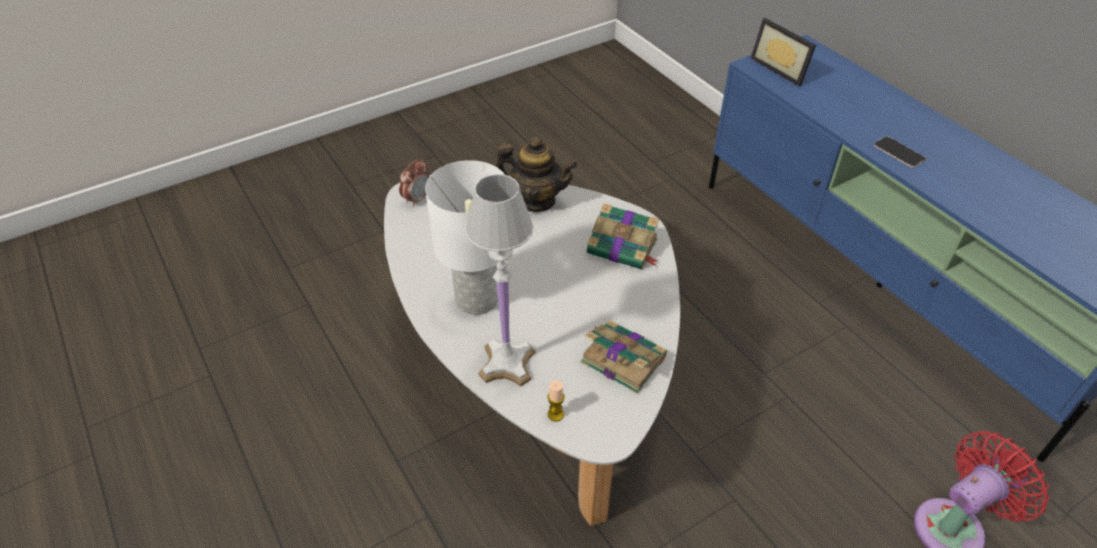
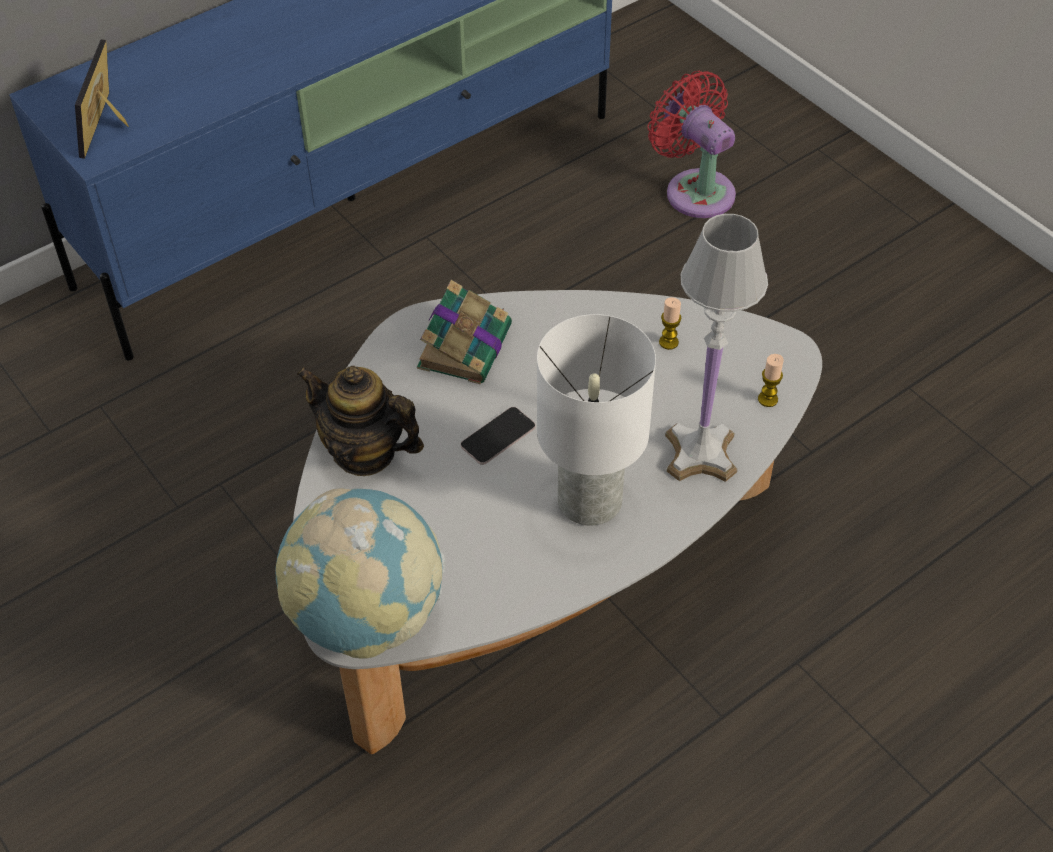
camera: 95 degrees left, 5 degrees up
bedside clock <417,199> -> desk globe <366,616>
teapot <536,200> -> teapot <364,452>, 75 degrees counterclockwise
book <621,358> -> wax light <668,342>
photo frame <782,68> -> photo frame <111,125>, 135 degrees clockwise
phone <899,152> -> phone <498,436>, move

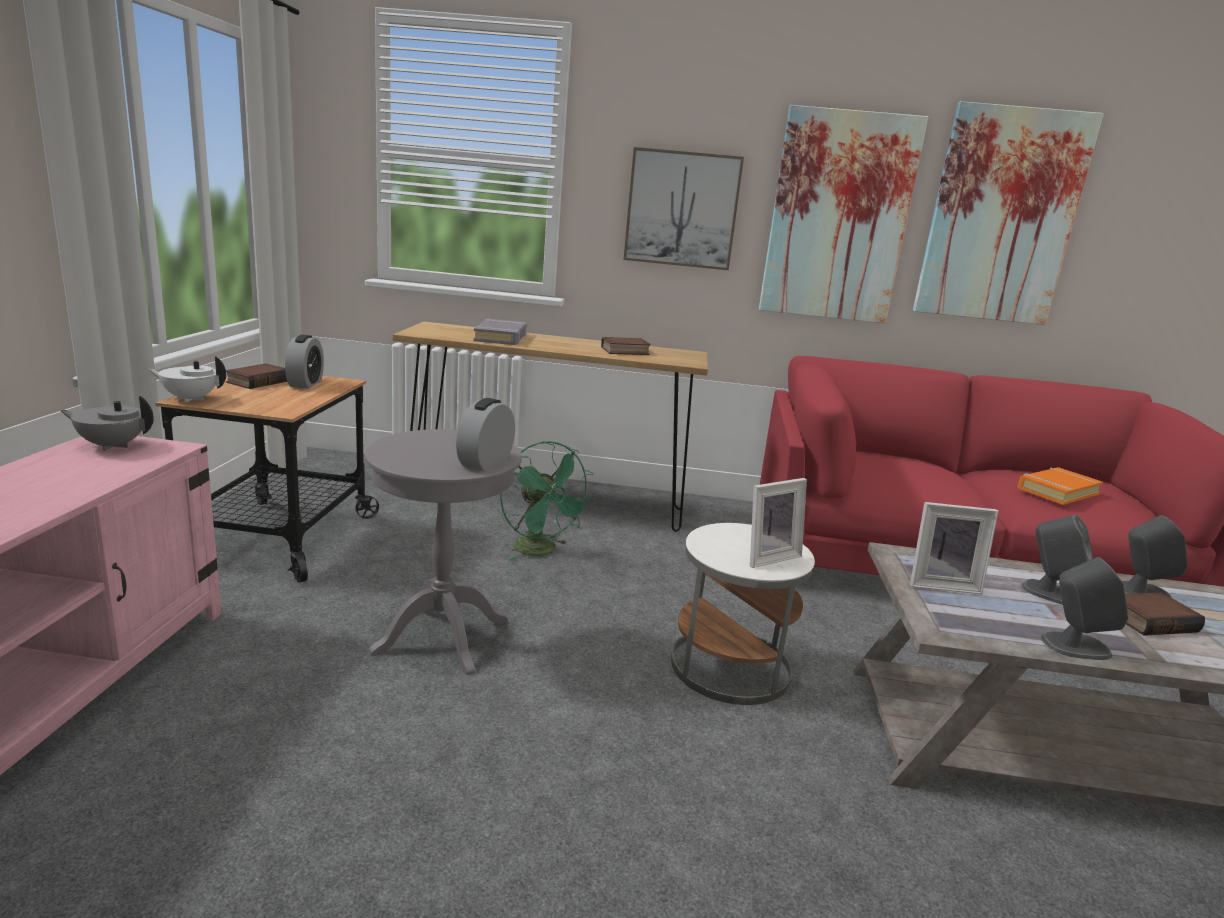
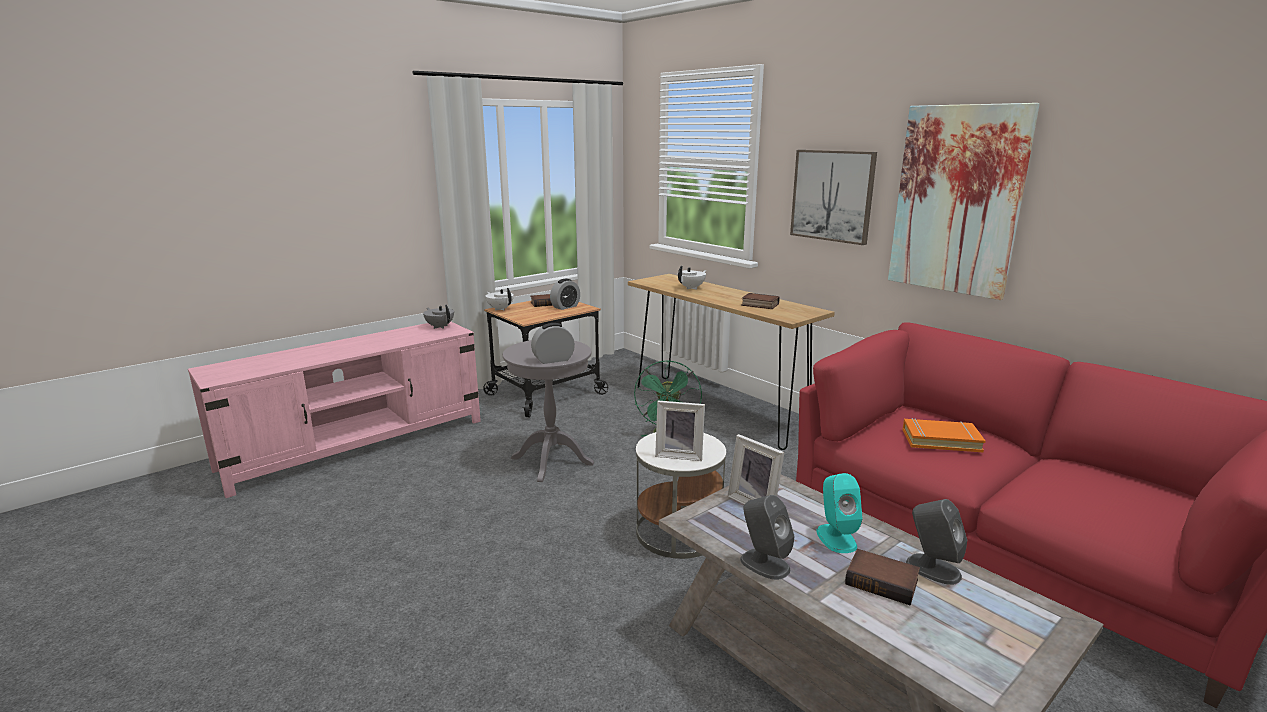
camera: 45 degrees right, 0 degrees up
book (grey) <501,337> -> teapot (white-coloured) <691,288>
wall art <1001,217> -> none
book (orangey) <1057,491> -> book (orangey) <941,440>, move
audio speaker (grey) <1051,593> -> audio speaker (turquoise) <836,538>

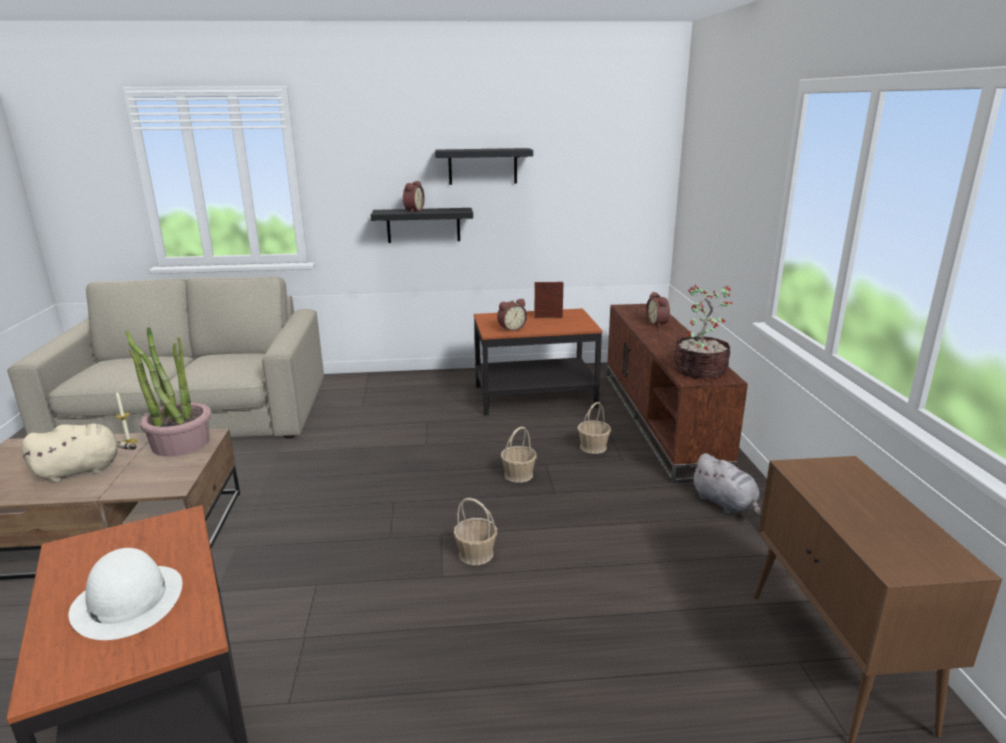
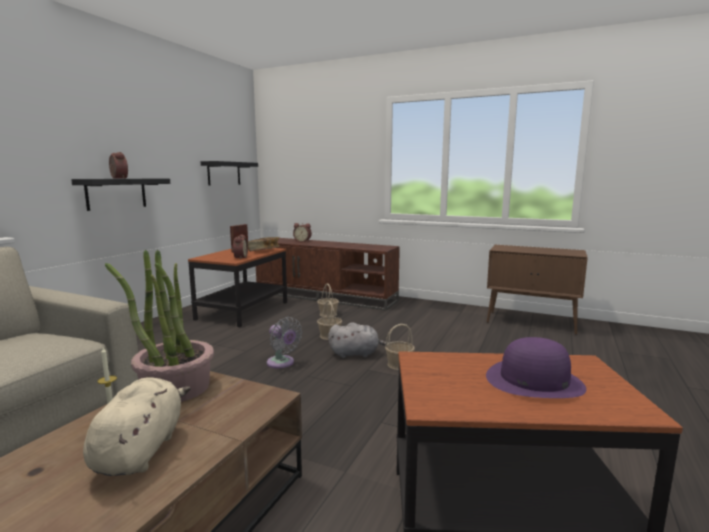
camera: 60 degrees left, 10 degrees down
clothing hat (white-coloured) <128,600> -> clothing hat (purplish) <534,381>
shelf (black) <482,166> -> shelf (black) <224,173>, move
plant in a pot <699,371> -> none
plush toy (grey) <725,504> -> plush toy (grey) <356,354>, move
none -> book <264,251>
none -> electric fan (grey) <282,363>

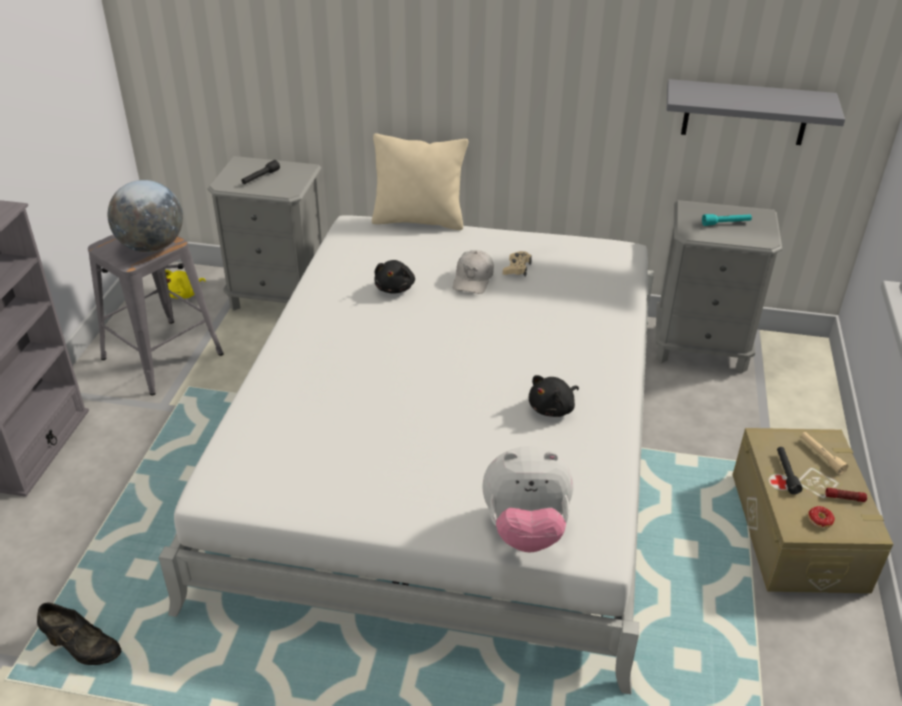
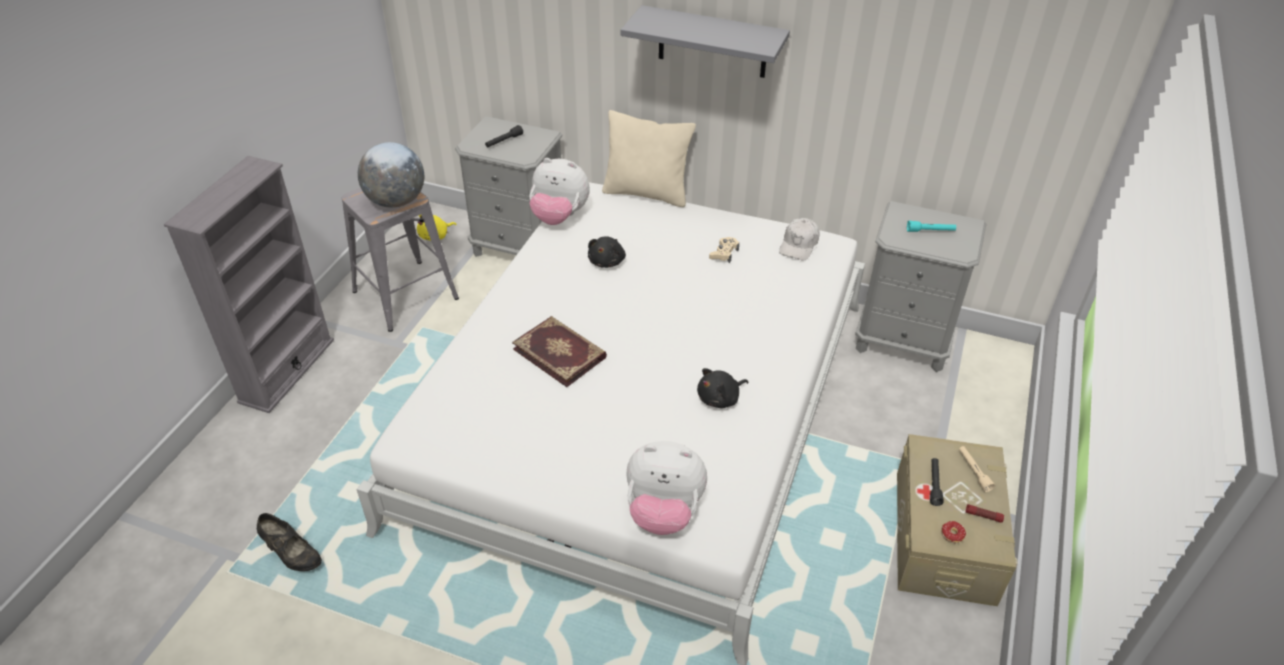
camera: 10 degrees right, 5 degrees up
cap (white-coloured) <473,279> -> cap (white-coloured) <799,245>, move
shelf (grey) <745,112> -> shelf (grey) <712,42>, move
none -> book <560,352>
none -> plush toy <559,217>

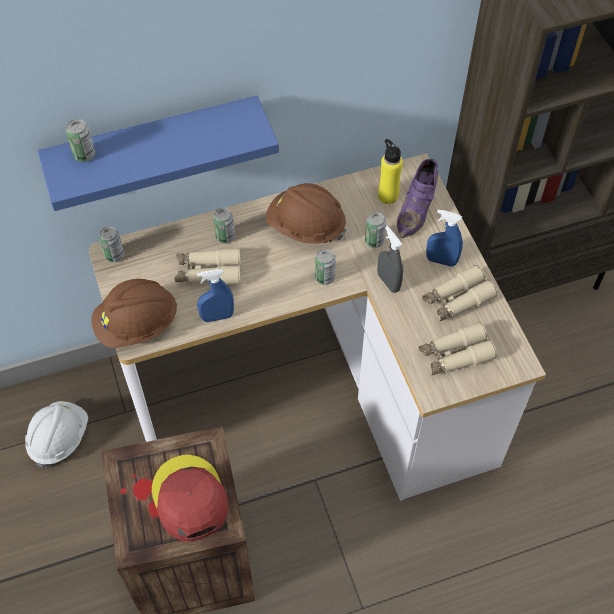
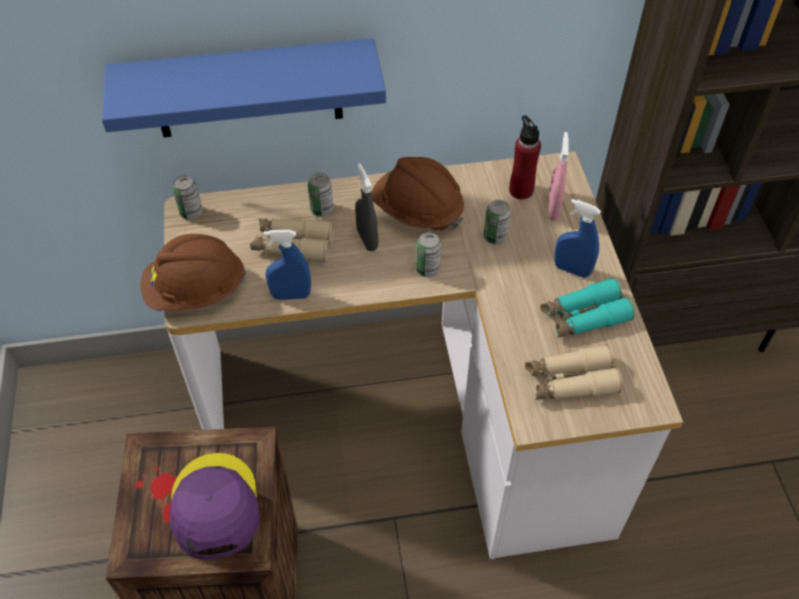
camera: 10 degrees right, 5 degrees down
hard hat (white-coloured) <59,438> -> none
can <84,155> -> none
cap (red-coloured) <189,499> -> cap (purplish) <214,507>
spray bottle (grey) <388,282> -> spray bottle (grey) <367,240>, move
drink bottle (yellow-coloured) <388,195> -> drink bottle (red-coloured) <521,190>
shoe (purplish) <417,209> -> spray bottle (pink-coloured) <553,209>
field glasses (beige-coloured) <457,299> -> field glasses (turquoise) <584,316>

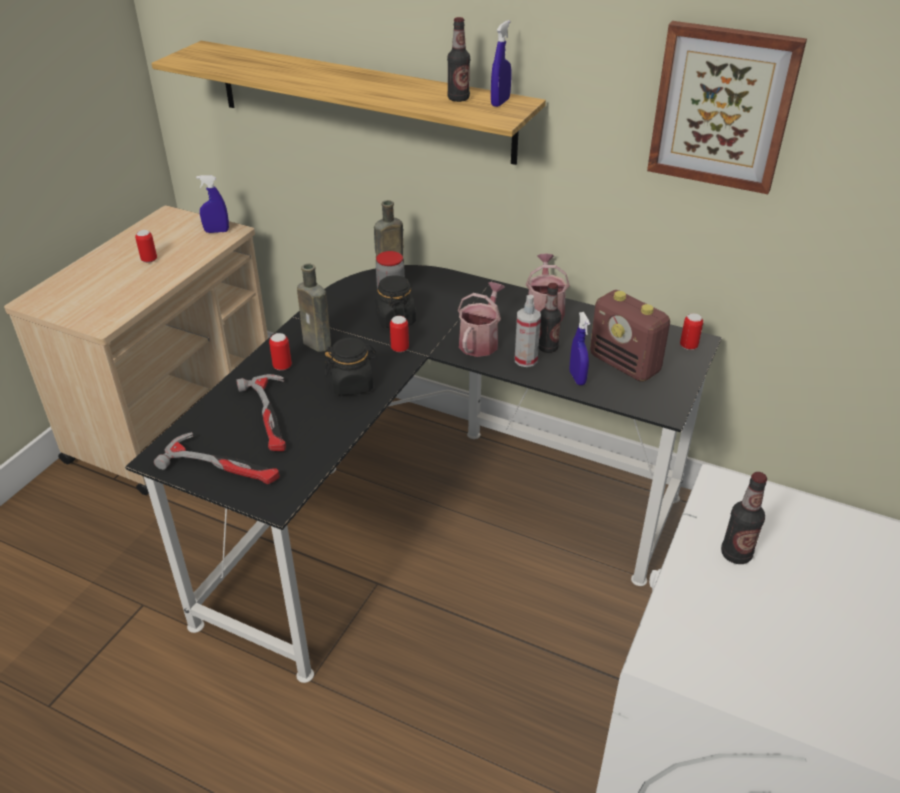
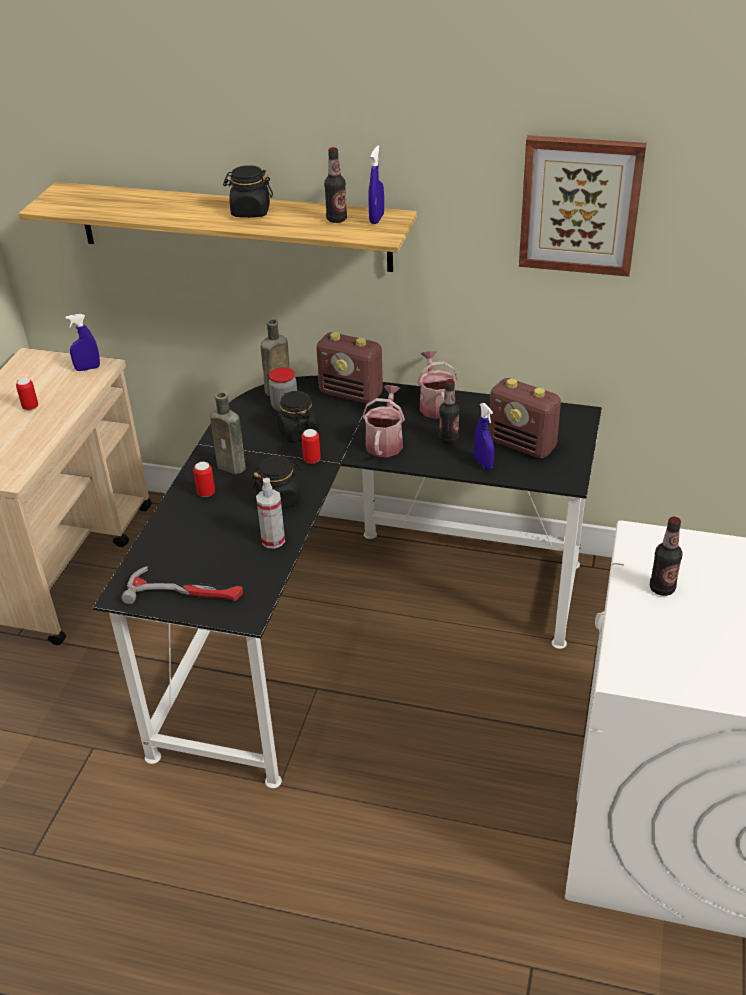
camera: 10 degrees left, 0 degrees up
hand hammer <271,416> -> none
spray bottle <525,360> -> spray bottle <273,540>, move
can <688,346> -> none
none -> jar (black) <250,212>
none -> radio <352,394>

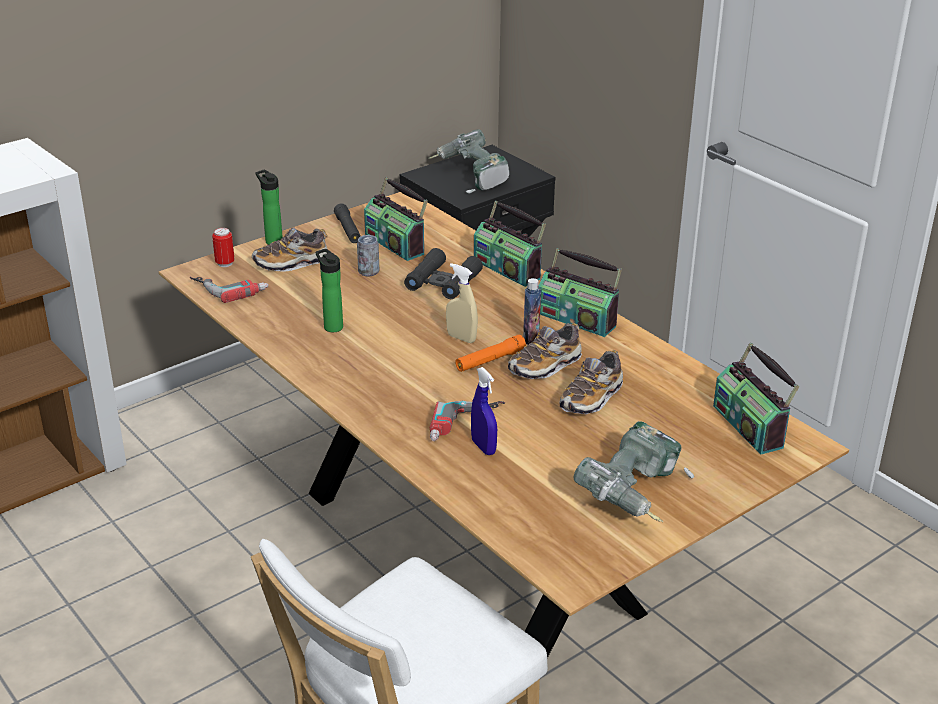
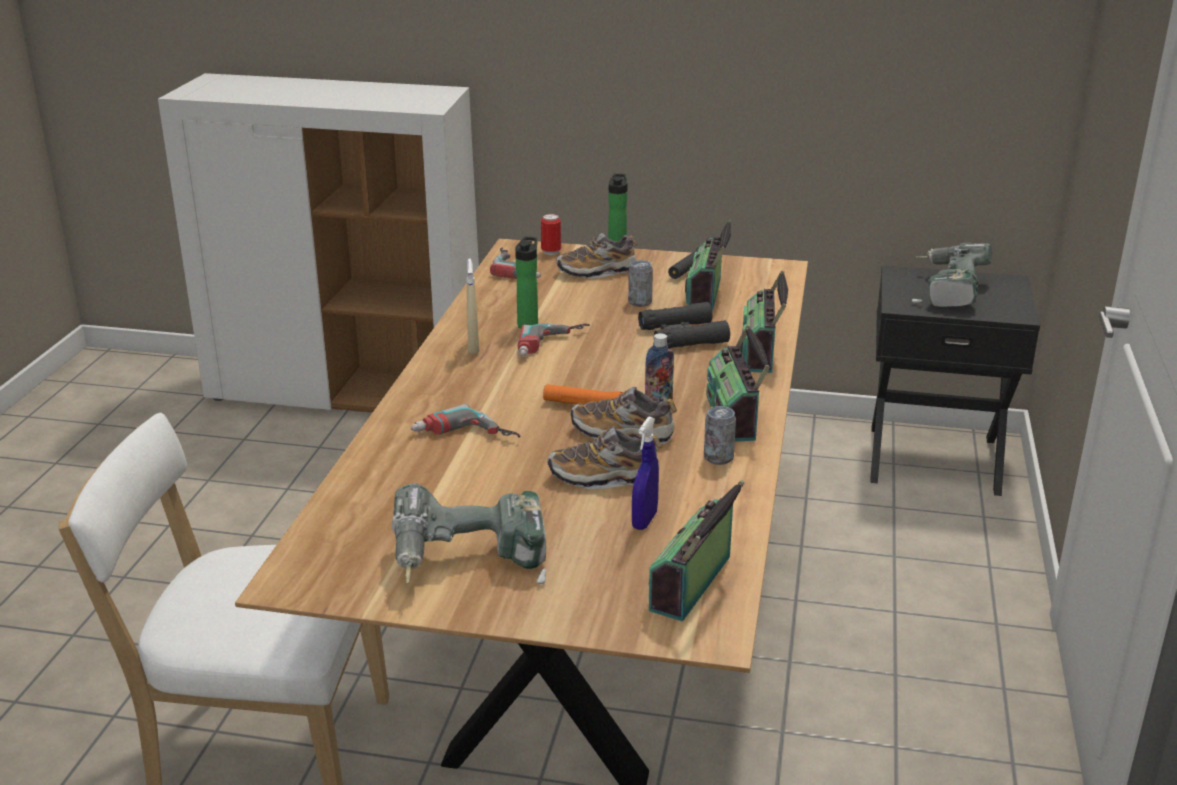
camera: 50 degrees right, 5 degrees down
shoe <291,263> -> shoe <597,271>, 45 degrees counterclockwise
spray bottle (beige-coloured) <461,338> -> spray bottle (beige-coloured) <473,348>, move
spray bottle (blue) <483,447> -> spray bottle (blue) <644,520>, move
none -> drill <554,346>
none -> can <718,458>

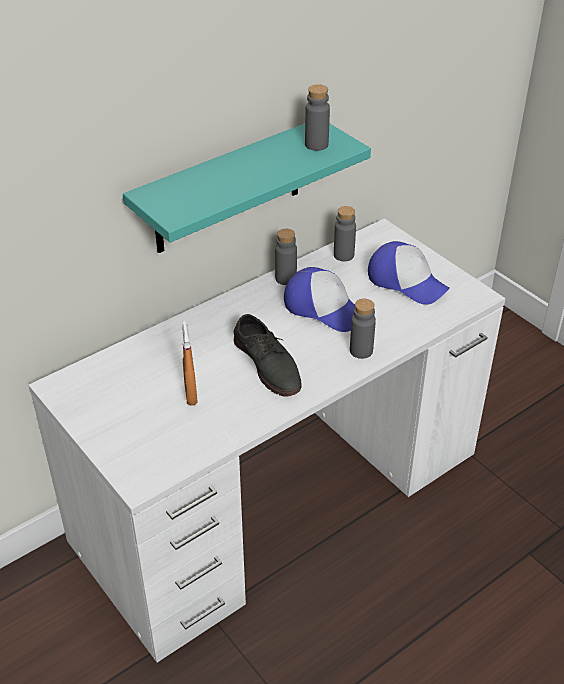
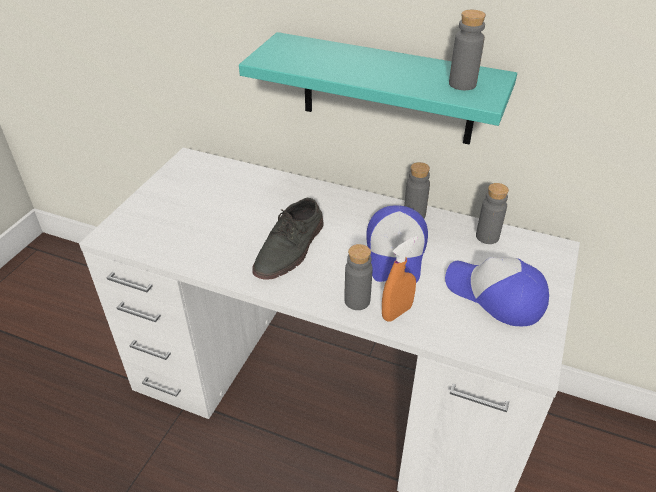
camera: 60 degrees right, 0 degrees up
spray bottle (orangey) <191,395> -> spray bottle (orangey) <396,312>, move
cap <406,281> -> cap <495,295>, 120 degrees clockwise

